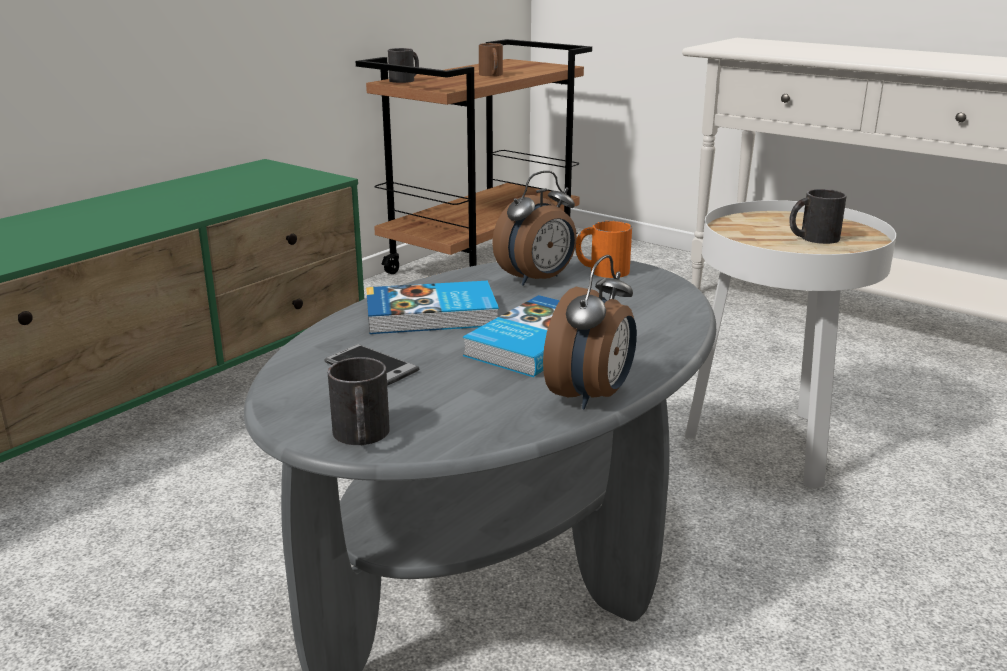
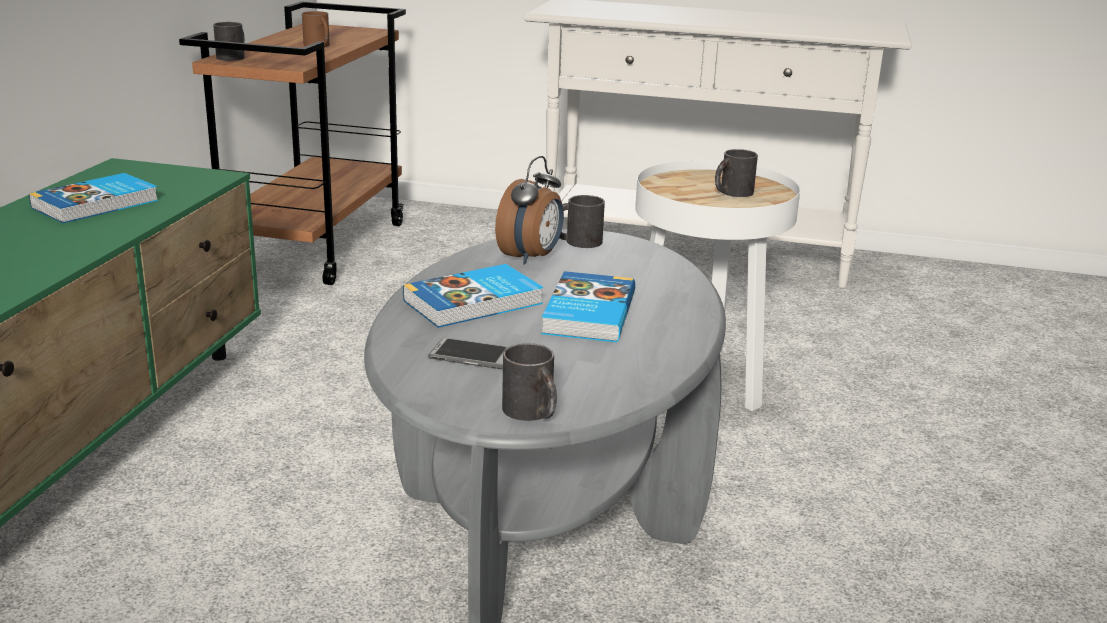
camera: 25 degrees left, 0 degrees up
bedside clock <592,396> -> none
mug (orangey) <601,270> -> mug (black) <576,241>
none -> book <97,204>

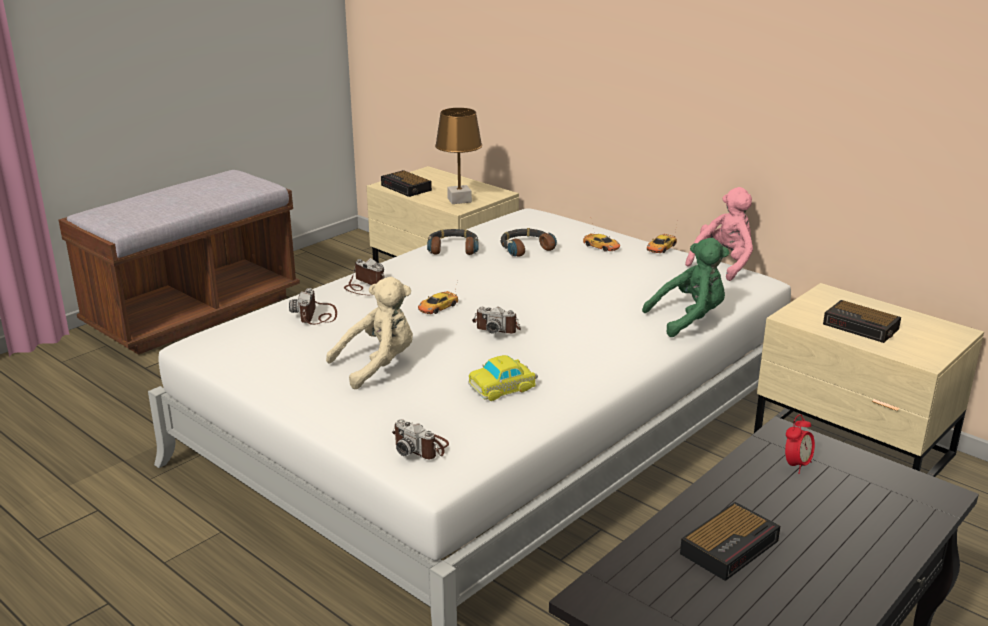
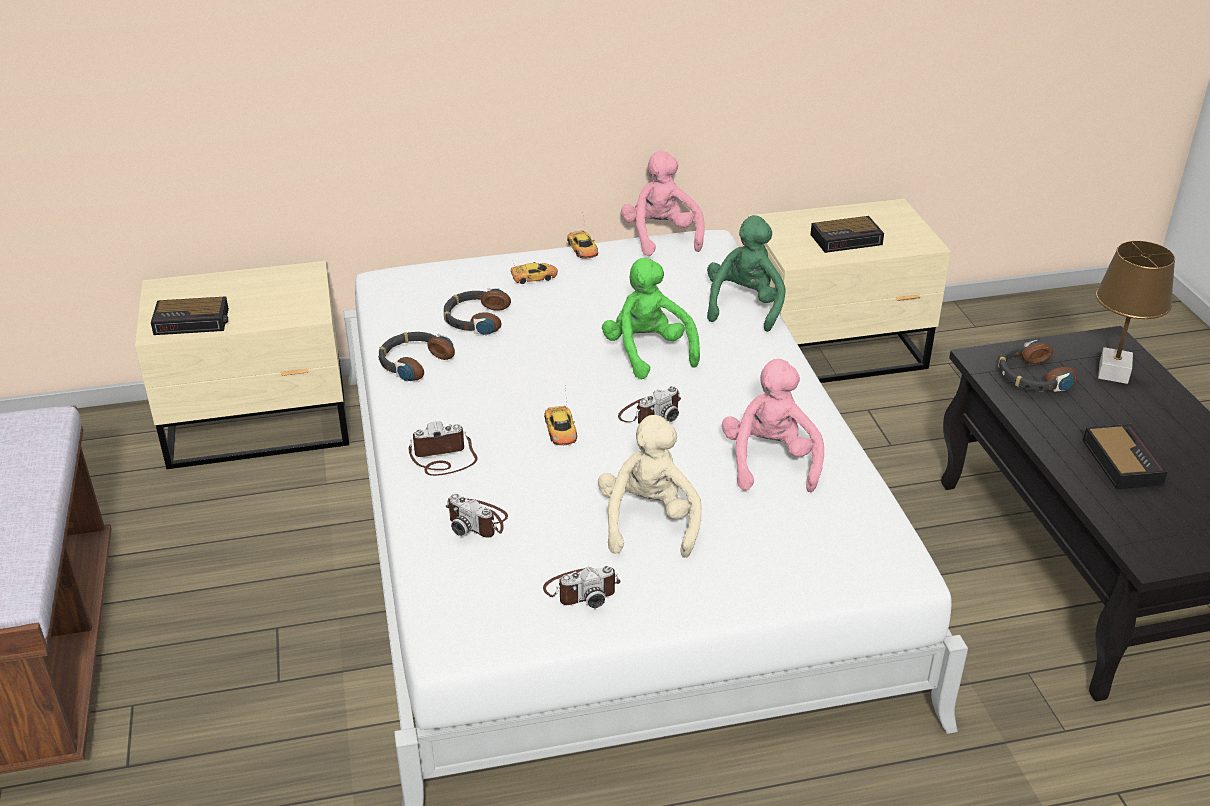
camera: 55 degrees left, 10 degrees up
photo camera <421,446> -> photo camera <581,590>, move
tabletop lamp (brown-coloured) <459,200> -> tabletop lamp (brown-coloured) <1114,373>, move
toy car <503,386> -> plush toy (pink-coloured) <770,462>
bedside clock <796,465> -> headset <1031,377>
none -> plush toy (greenish) <648,352>

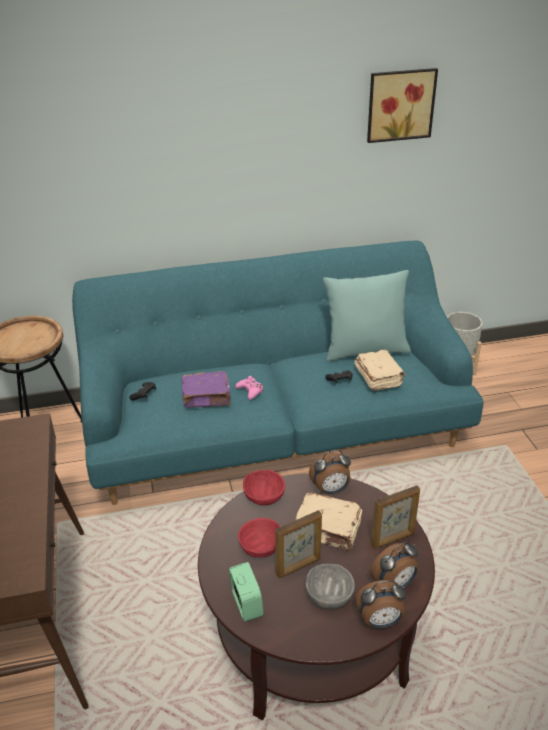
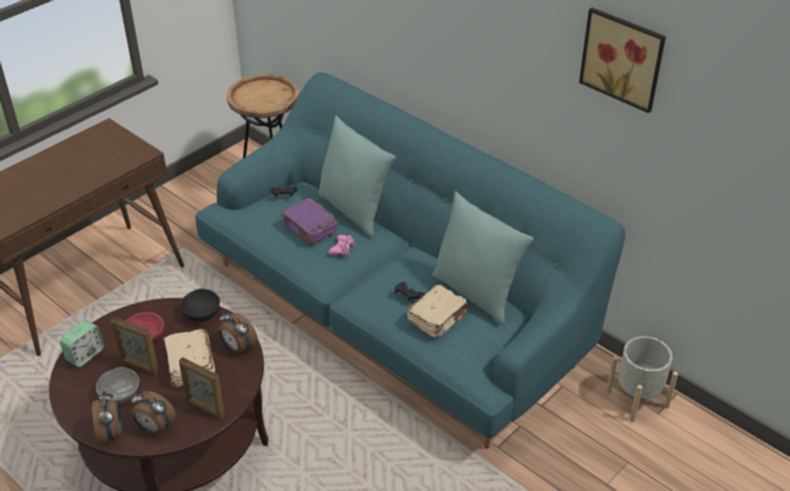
camera: 55 degrees right, 5 degrees up
bowl (red-coloured) <263,497> -> bowl (black) <202,314>
bedside clock <380,621> -> bedside clock <111,434>, 150 degrees counterclockwise
none -> pillow (turquoise) <354,210>

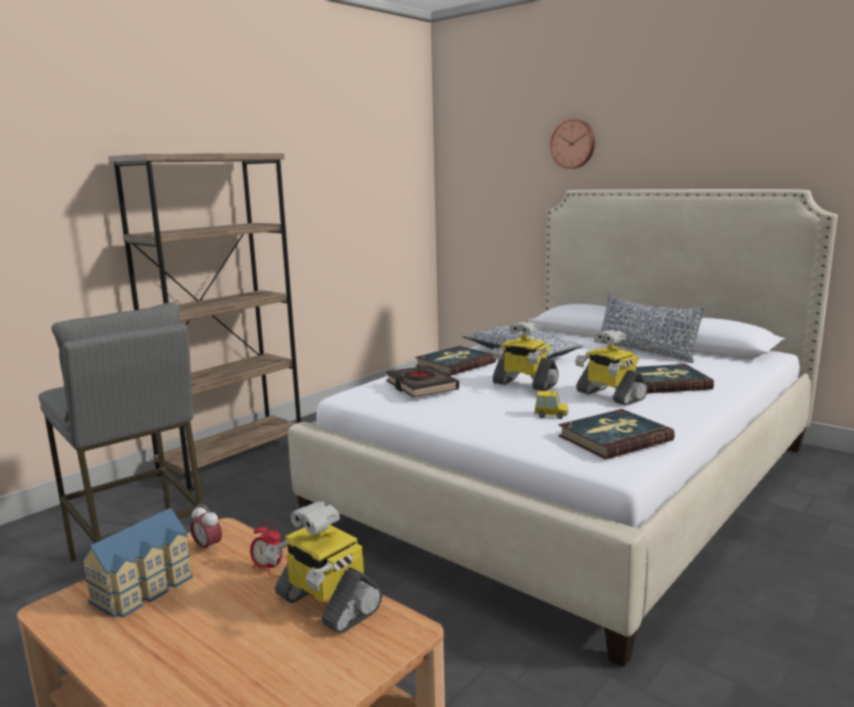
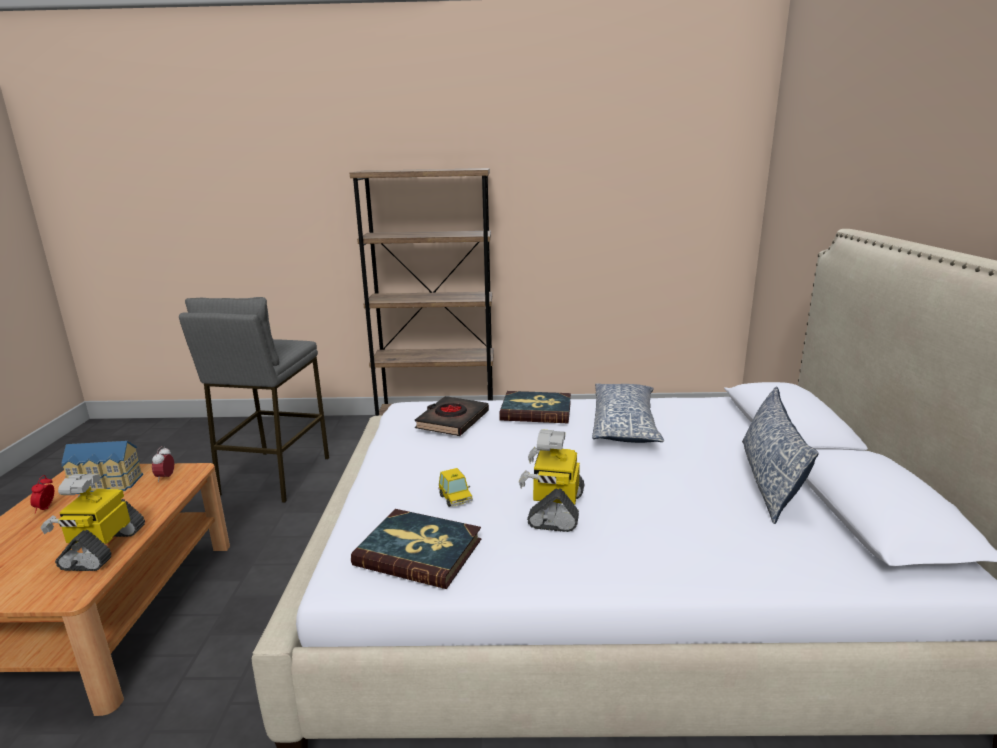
camera: 50 degrees right, 5 degrees up
bedside clock <267,568> -> bedside clock <46,508>, move
toy robot <524,384> -> none
hanging clock <573,144> -> none
book <665,383> -> none

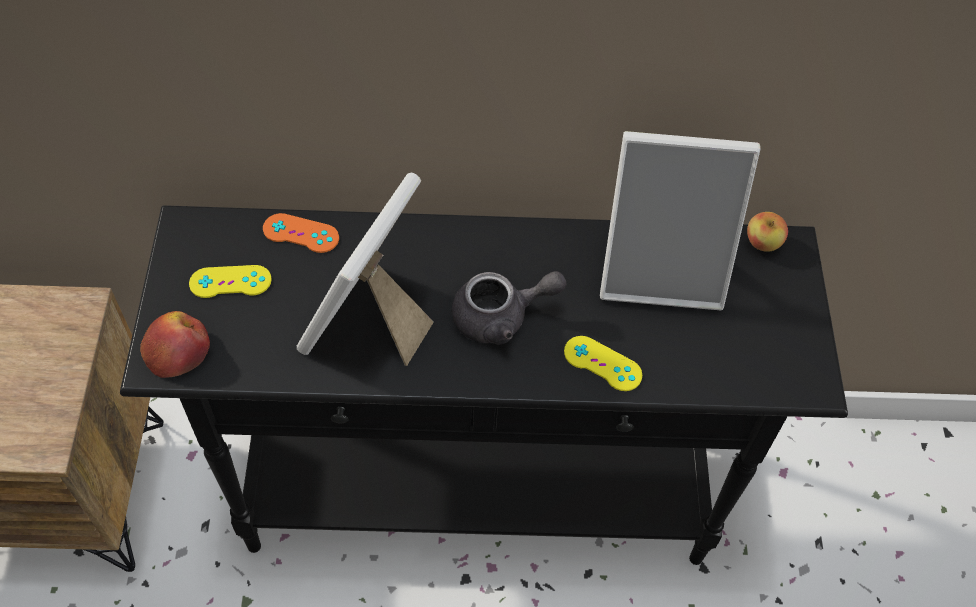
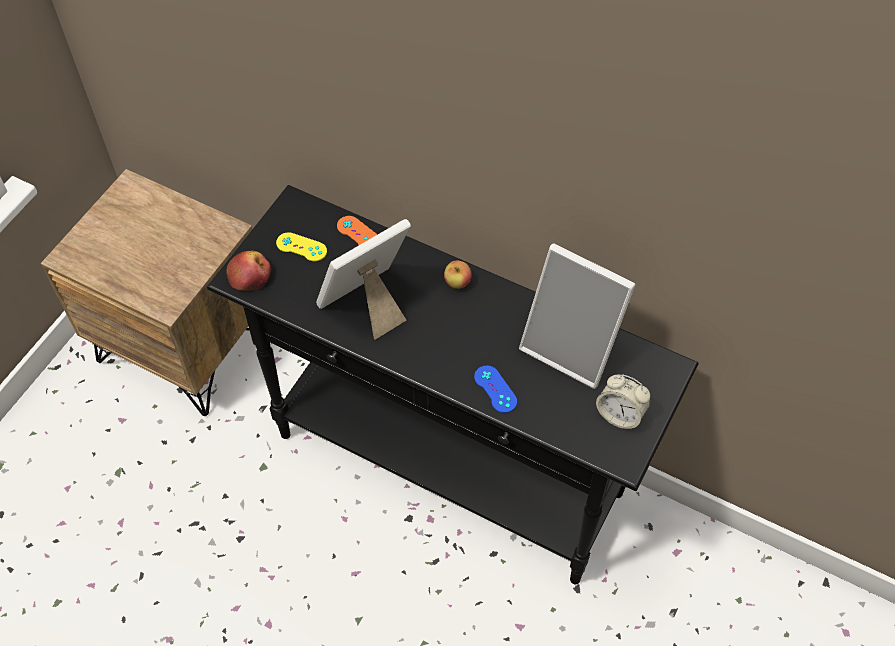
camera: 30 degrees right, 0 degrees up
teapot (grey) <501,317> -> none
joypad (yellow-coloured) <602,363> -> joypad (blue) <495,389>
apple <762,243> -> apple <457,282>, move
none -> bedside clock <620,414>

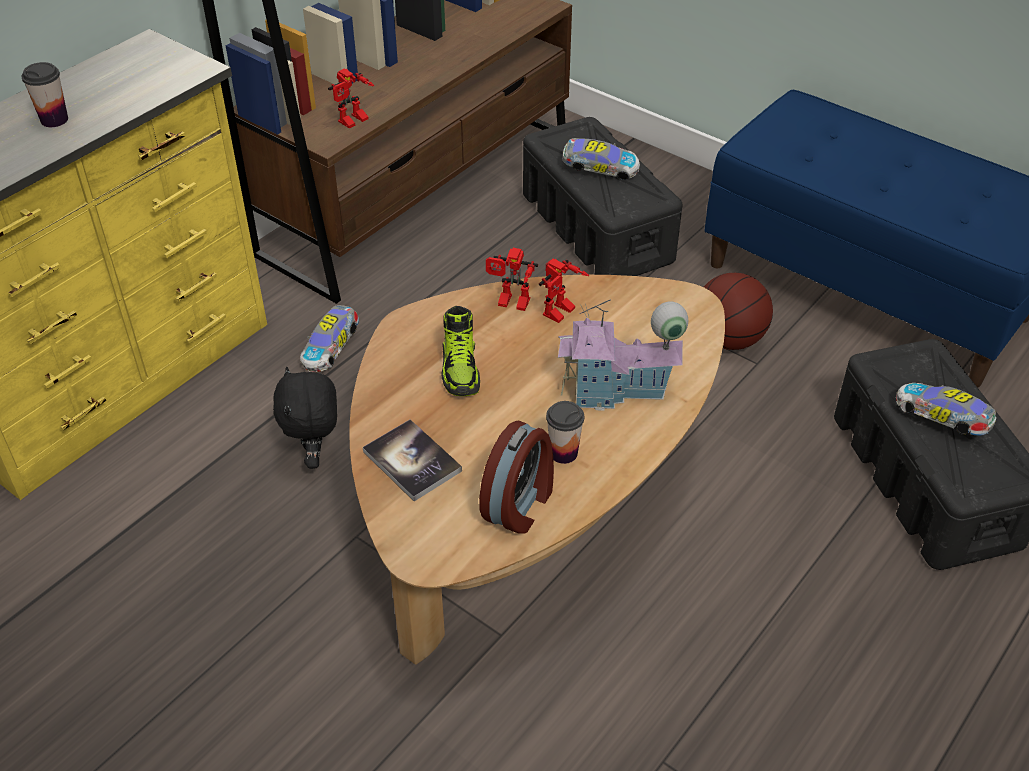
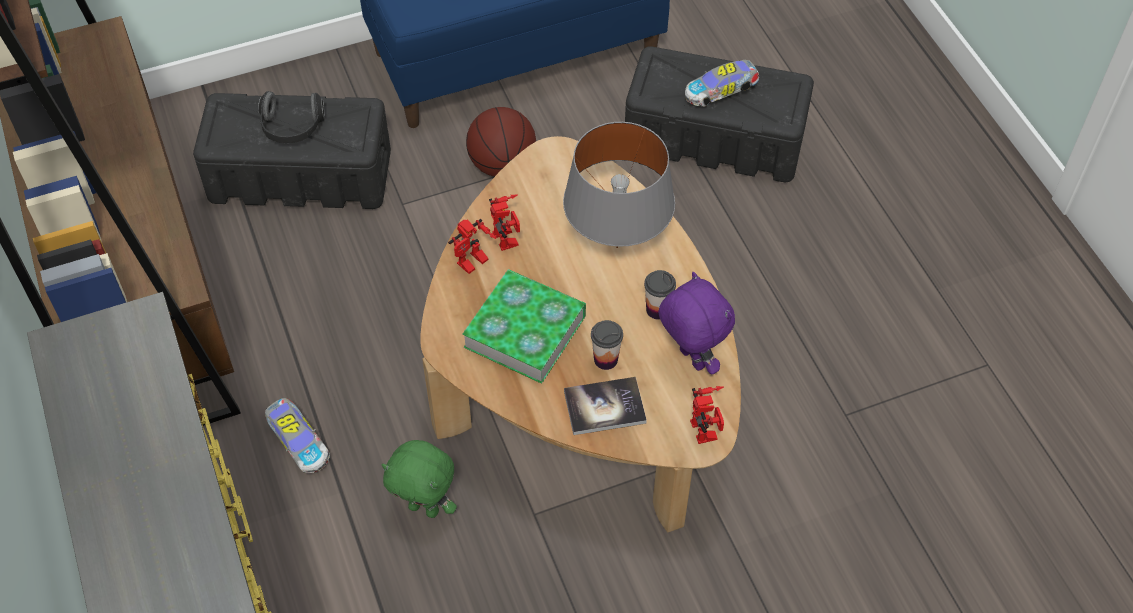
camera: 60 degrees left, 10 degrees up
drinking cup <54,120> -> drinking cup <605,359>, move
plush toy (black) <316,456> -> plush toy (greenish) <425,508>
toy robot <354,122> -> toy robot <708,431>, move
shoe <461,369> -> book <525,331>
bedside clock <520,504> -> plush toy (purplish) <690,359>
miniature house <617,391> -> tabletop lamp (grey) <617,247>
toy car <598,169> -> headset <292,128>

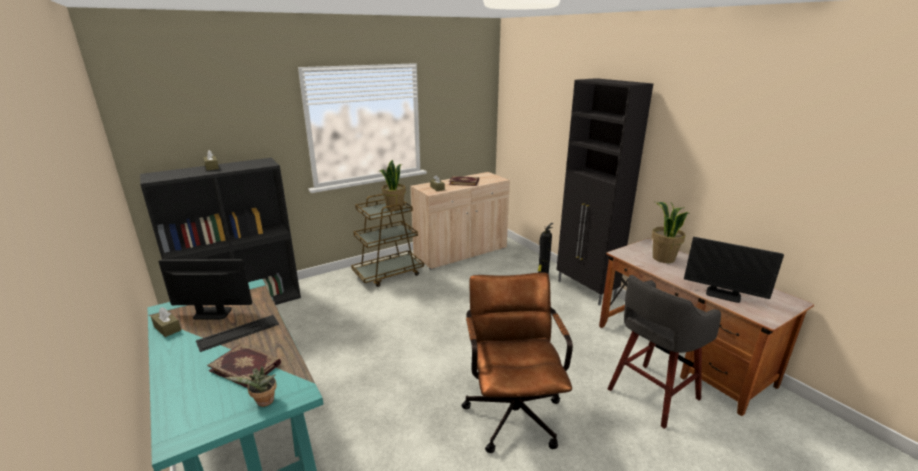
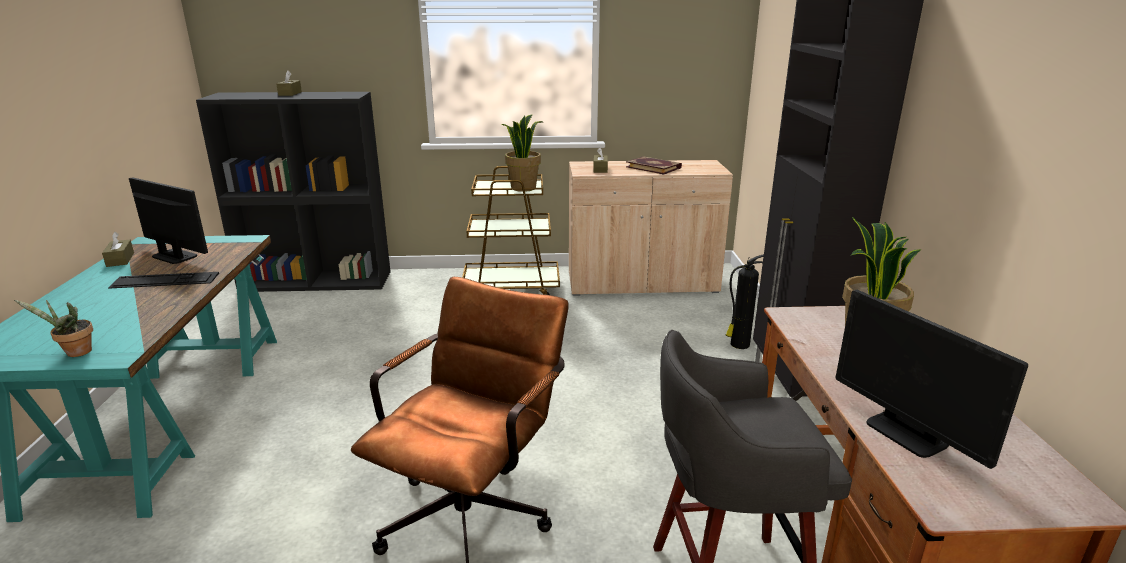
camera: 30 degrees right, 0 degrees up
book <246,366> -> none

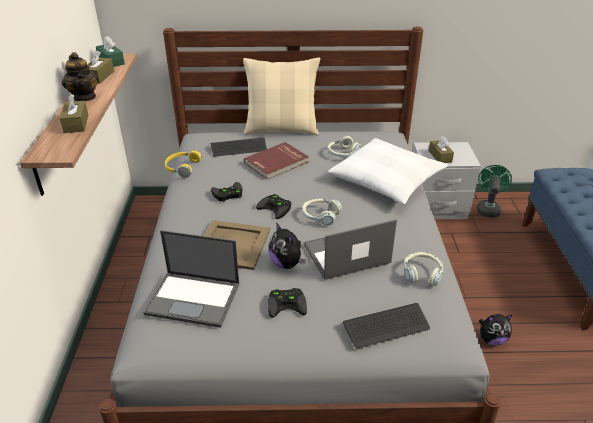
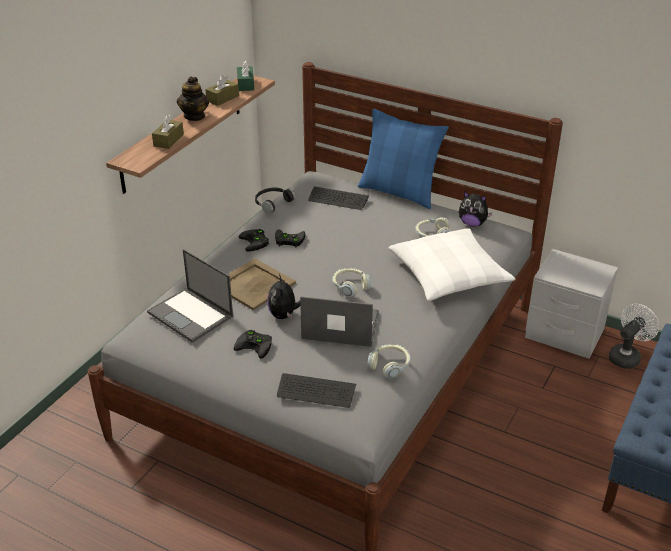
camera: 30 degrees right, 0 degrees up
headset (yellow-coloured) <182,167> -> headset (black) <272,203>
pillow (beige-coloured) <281,129> -> pillow (blue) <399,192>
book (red-coloured) <277,163> -> none
joypad (black) <276,208> -> joypad (black) <256,242>, move
box of tissues (brown-coloured) <440,156> -> none
electric fan (greenish) <488,208> -> electric fan (white-coloured) <626,356>
plush toy <491,339> -> plush toy <472,223>, move

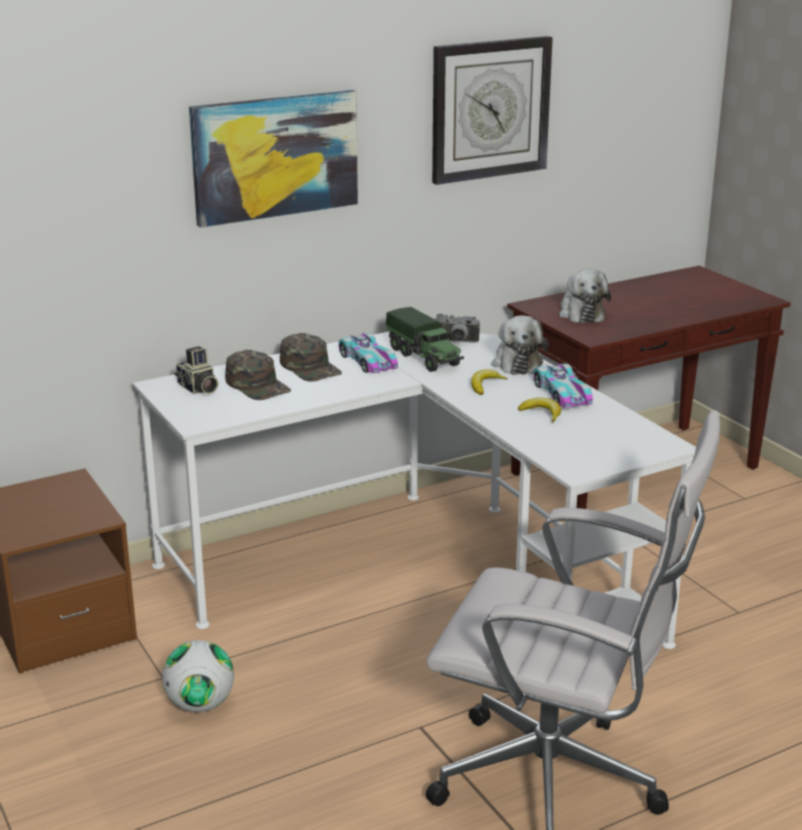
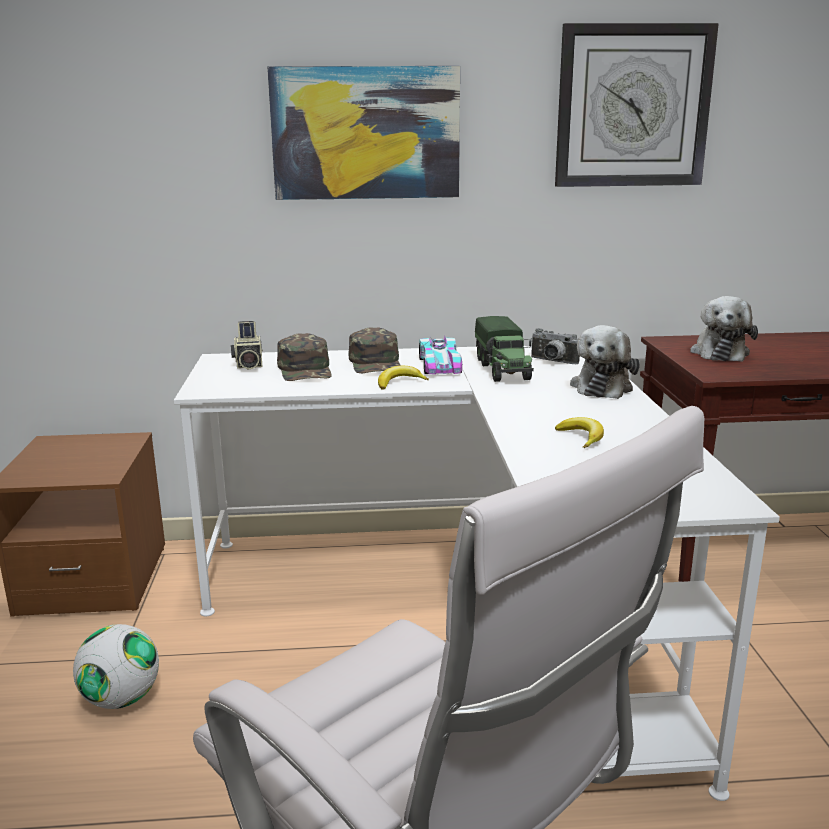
camera: 25 degrees right, 5 degrees down
banana <485,386> -> banana <399,383>, move
toy car <562,393> -> none

